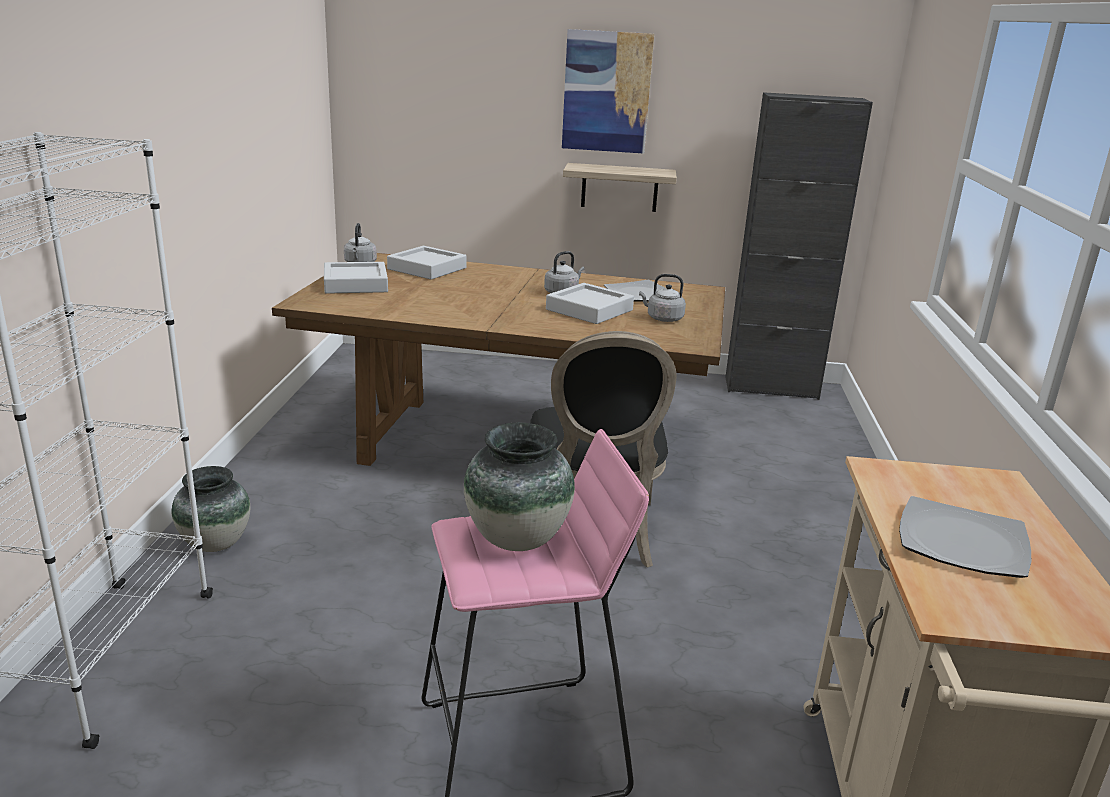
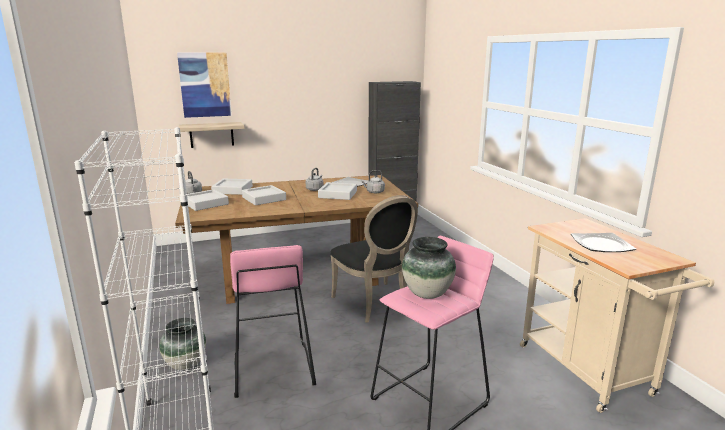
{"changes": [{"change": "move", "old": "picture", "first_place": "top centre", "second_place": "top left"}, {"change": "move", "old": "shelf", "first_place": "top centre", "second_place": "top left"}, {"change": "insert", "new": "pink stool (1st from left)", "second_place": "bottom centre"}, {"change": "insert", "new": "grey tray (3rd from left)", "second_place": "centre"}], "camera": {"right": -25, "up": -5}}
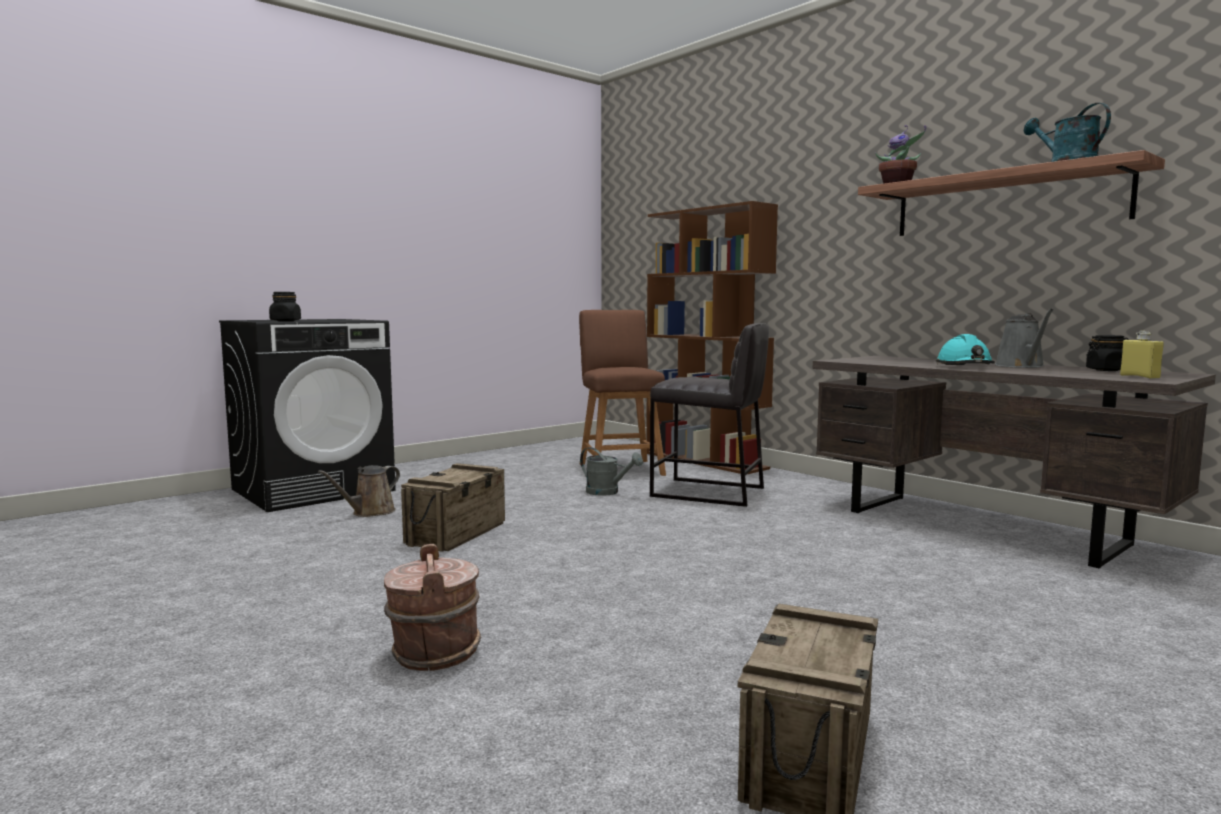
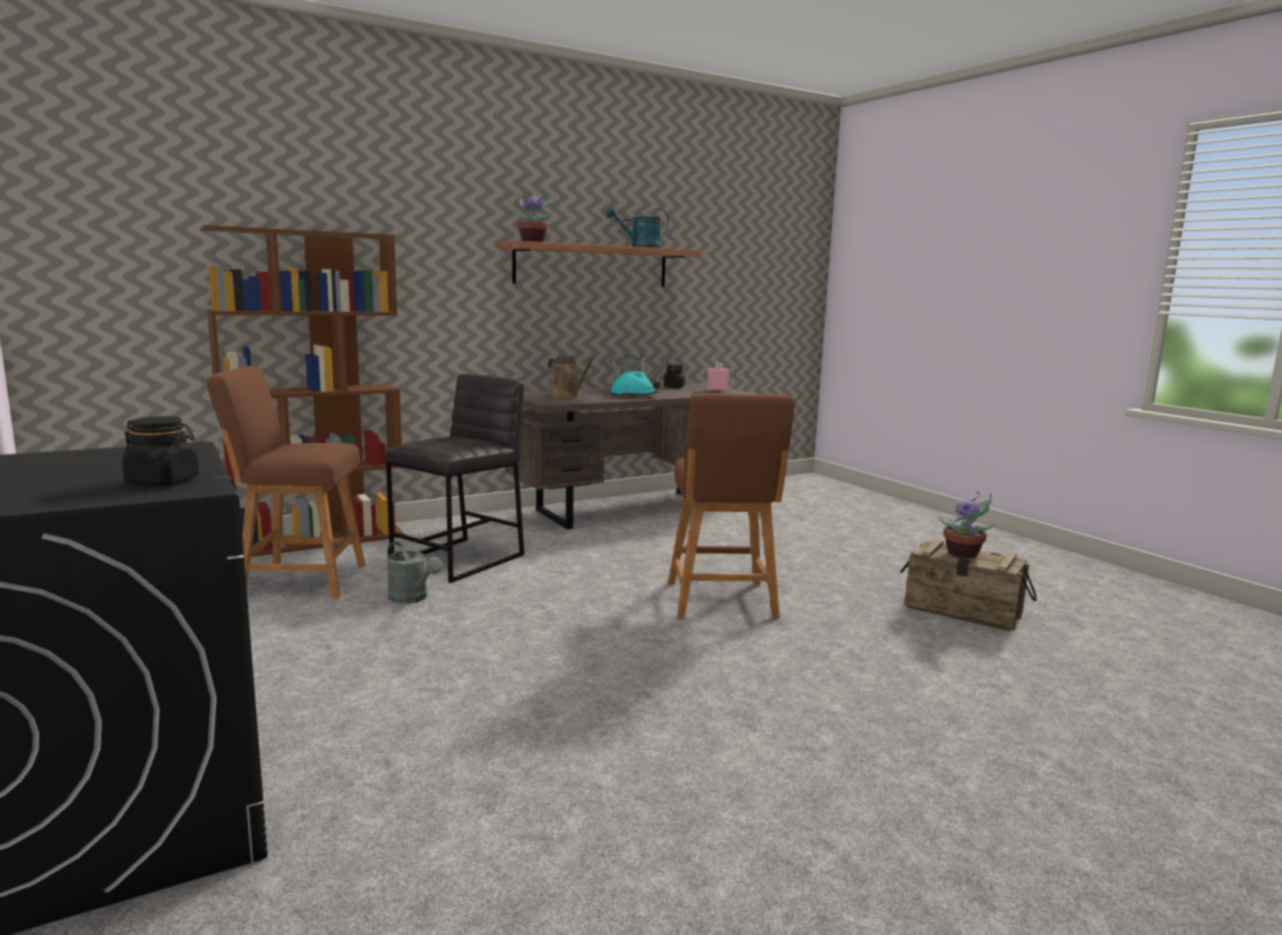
{"changes": [{"change": "move", "old": "brown watering can", "first_place": "middle left", "second_place": "centre"}, {"change": "delete", "old": "brown bucket", "first_place": "bottom centre"}, {"change": "delete", "old": "crate (1st from left)", "first_place": "centre"}, {"change": "rotate", "old": "grey watering can (1st from left)", "first_place": "centre", "second_place": "middle left", "degrees": 90}, {"change": "recolor", "old": "yellow bottle", "new": "pink bottle", "first_place": "middle right", "second_place": "centre"}, {"change": "insert", "new": "brown stool (2nd from left)", "second_place": "centre"}, {"change": "insert", "new": "potted plant (2nd from left)", "second_place": "middle right"}], "camera": {"right": -80, "up": 5}}
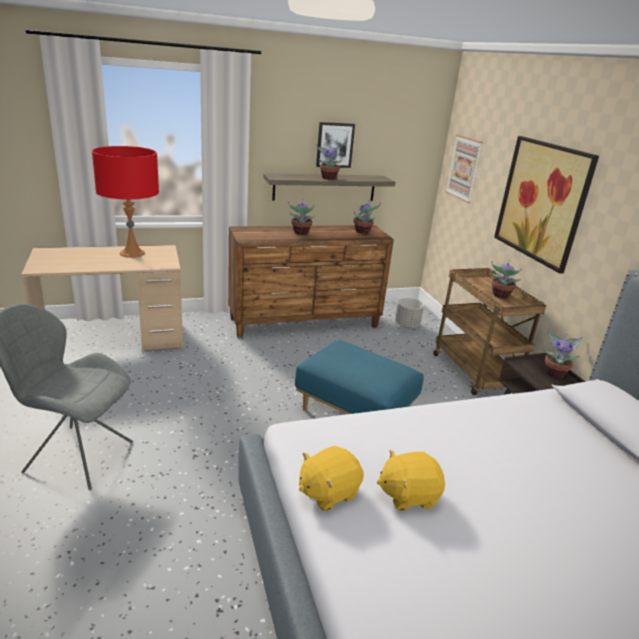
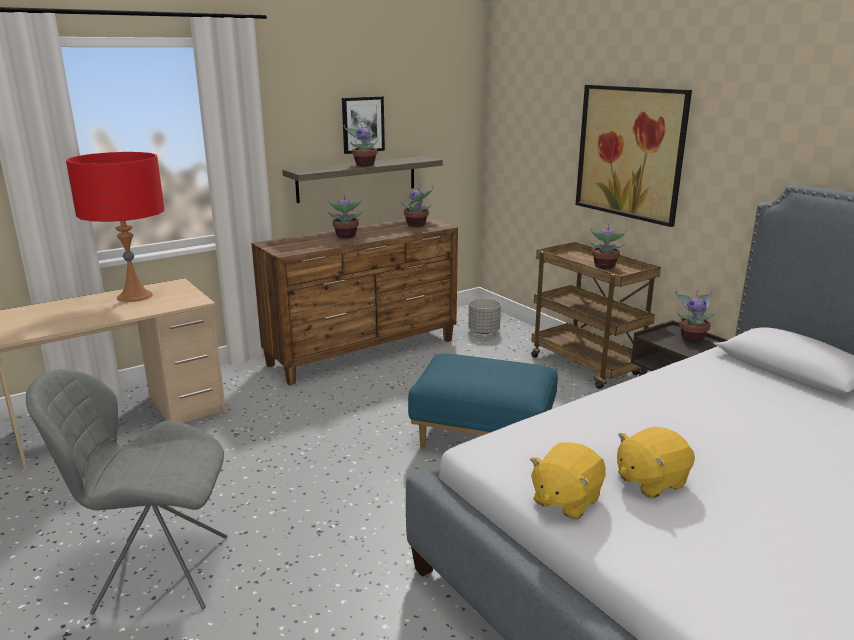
{"changes": [{"change": "delete", "old": "picture (2nd from left)", "first_place": "top right"}], "camera": {"right": -15, "up": -5}}
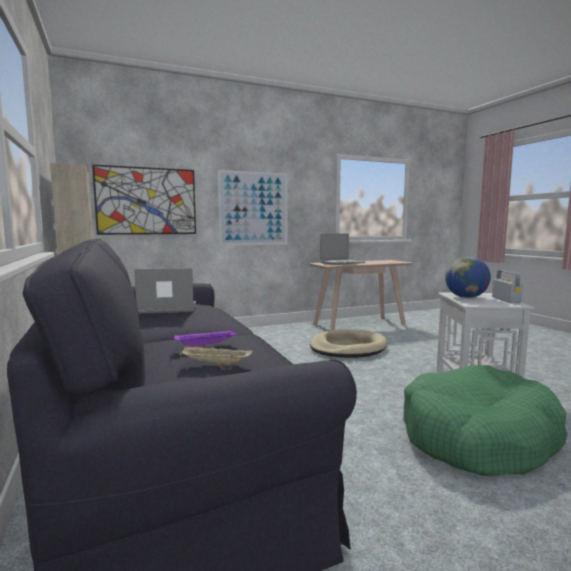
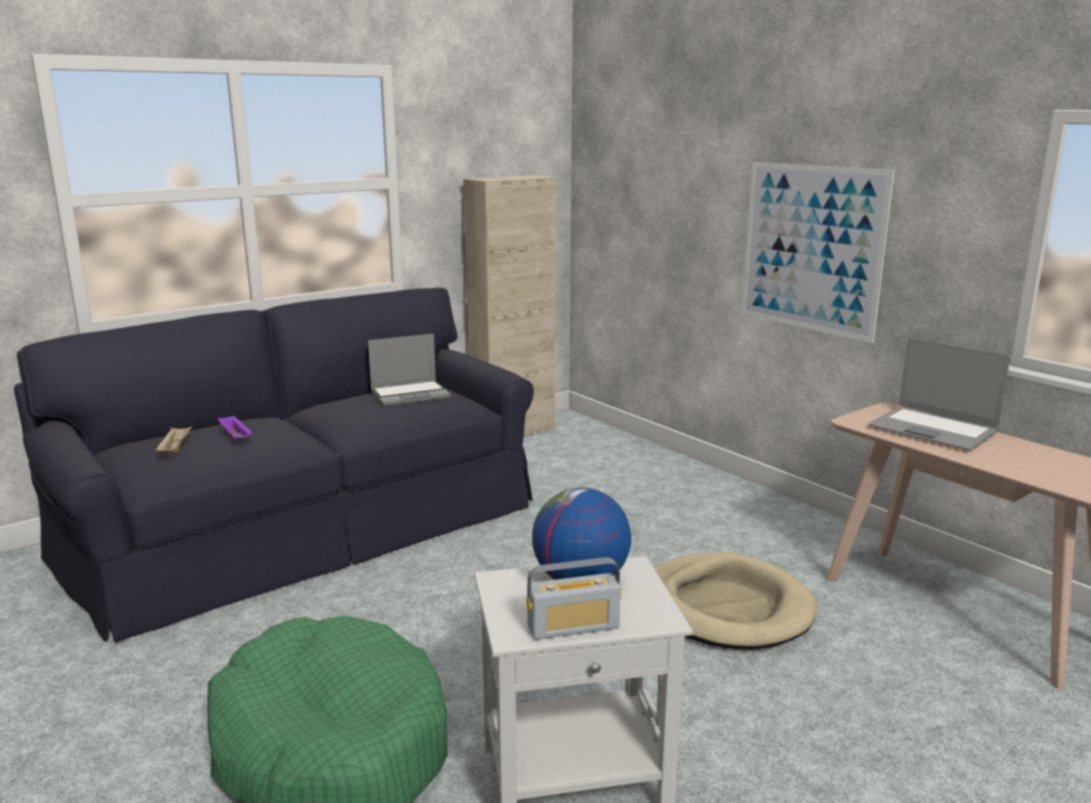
{"changes": [{"change": "delete", "old": "picture (1st from left)", "first_place": "middle left"}, {"change": "rotate", "old": "laptop (1st from left)", "first_place": "middle left", "second_place": "centre", "degrees": 90}], "camera": {"right": 75, "up": 10}}
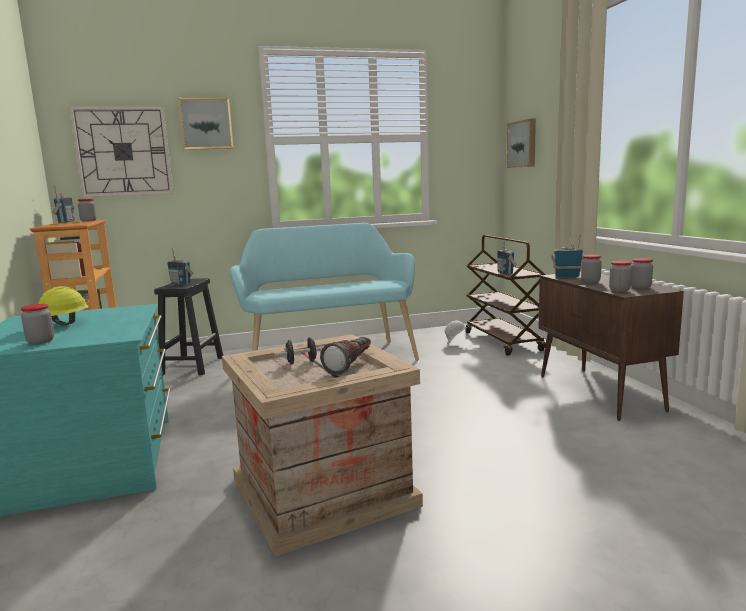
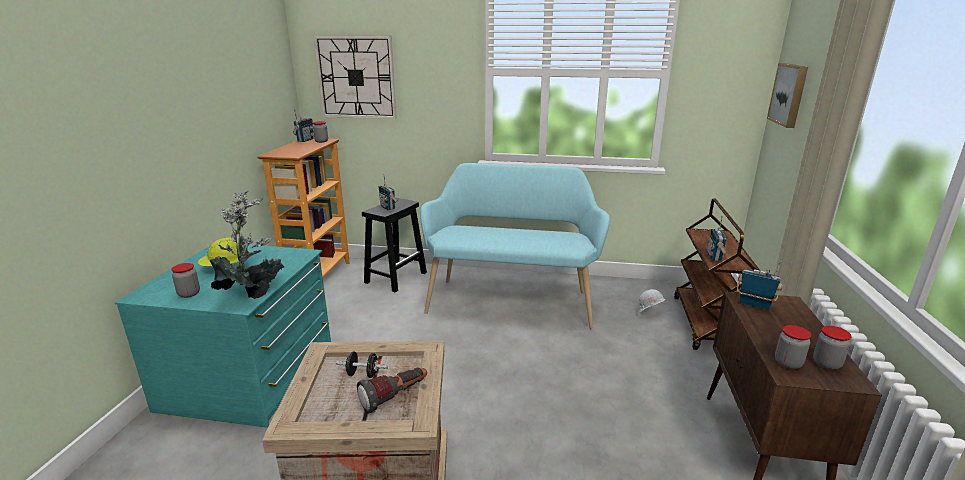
{"changes": [{"change": "delete", "old": "picture (1st from left)", "first_place": "top left"}, {"change": "delete", "old": "jar (3rd from left)", "first_place": "middle right"}, {"change": "insert", "new": "potted plant", "second_place": "middle left"}], "camera": {"right": 25, "up": 10}}
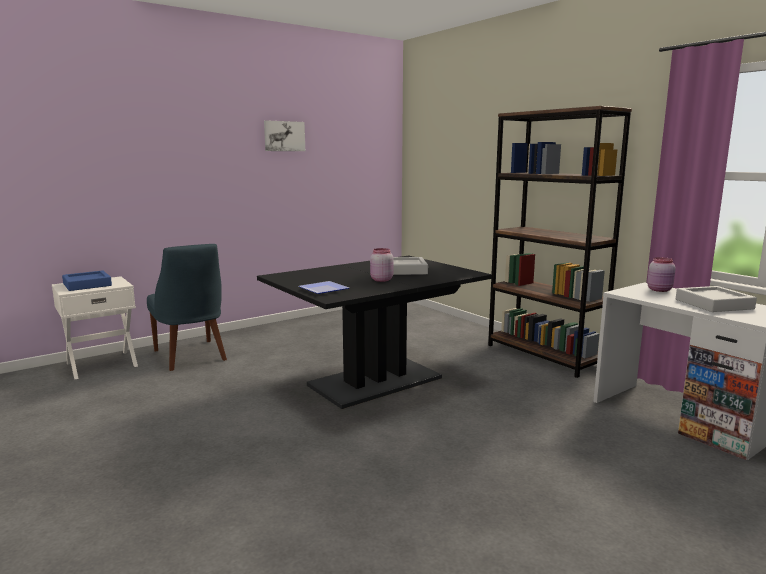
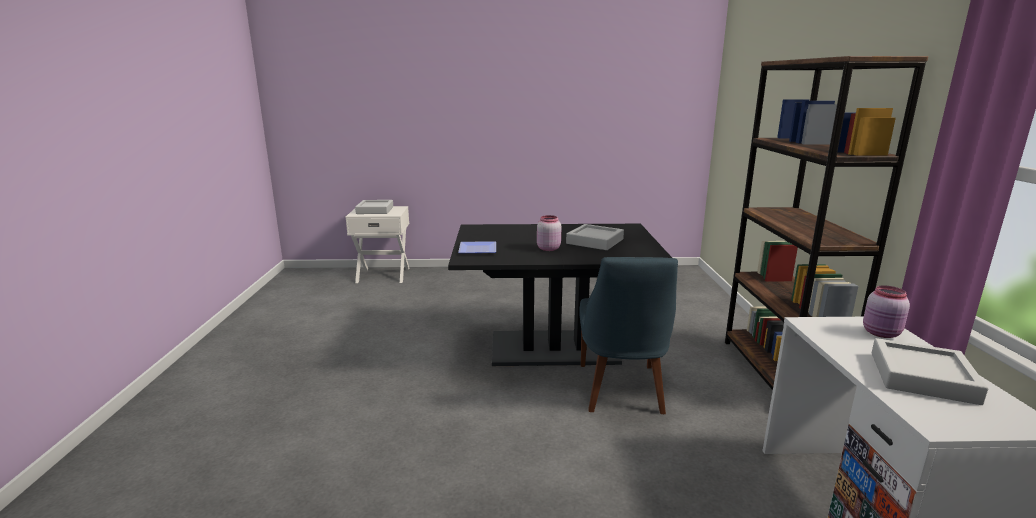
{"changes": [{"change": "recolor", "old": "blue tray", "new": "grey tray (1st from left)", "first_place": "middle left", "second_place": "centre"}, {"change": "move", "old": "blue chair", "first_place": "middle left", "second_place": "centre"}, {"change": "delete", "old": "picture", "first_place": "top centre"}], "camera": {"right": 35, "up": 5}}
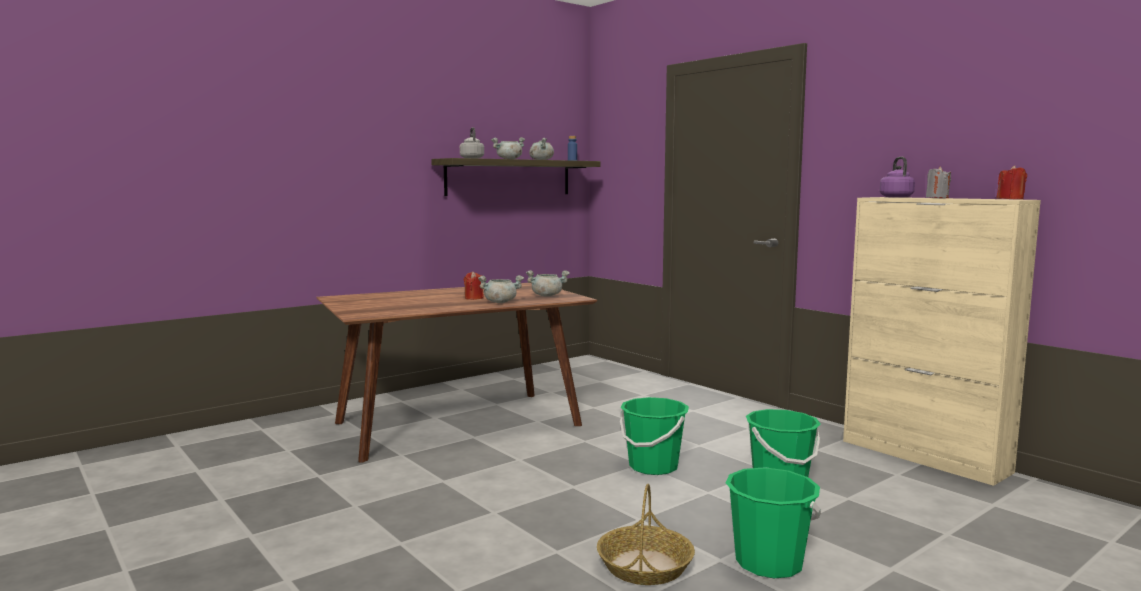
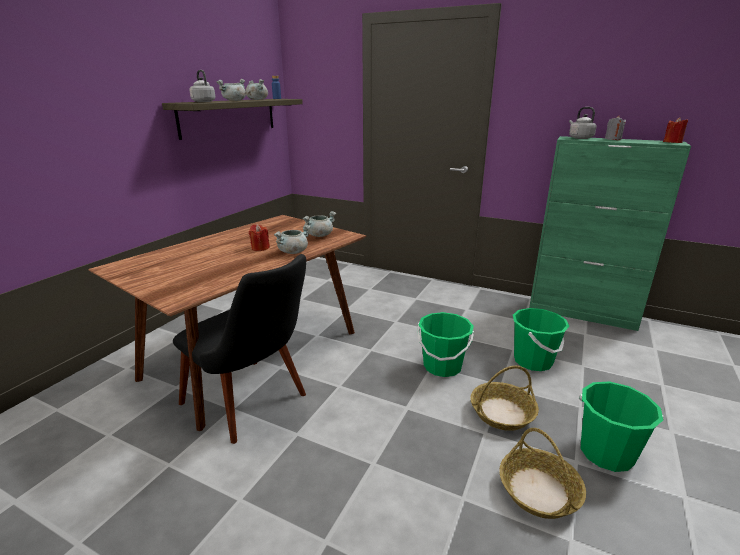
{"changes": [{"change": "recolor", "old": "beige cabinet", "new": "green cabinet", "first_place": "middle right", "second_place": "middle right"}, {"change": "recolor", "old": "purple kettle", "new": "grey kettle (2nd from left)", "first_place": "top right", "second_place": "top right"}, {"change": "insert", "new": "black chair", "second_place": "middle left"}, {"change": "insert", "new": "basket (1st from left)", "second_place": "bottom right"}], "camera": {"right": -25, "up": 15}}
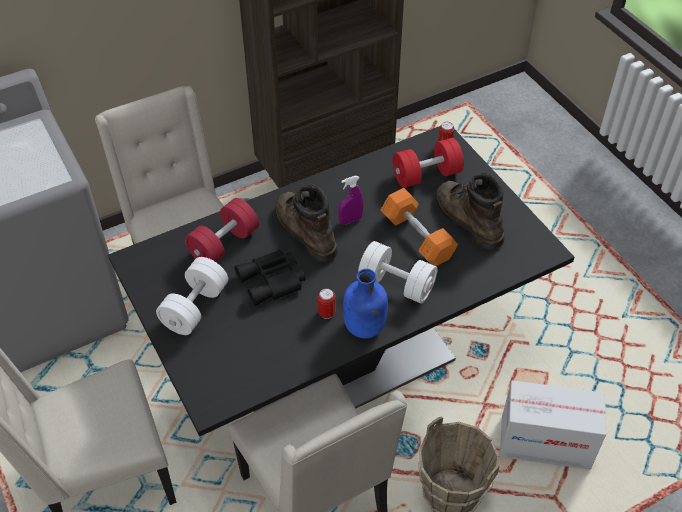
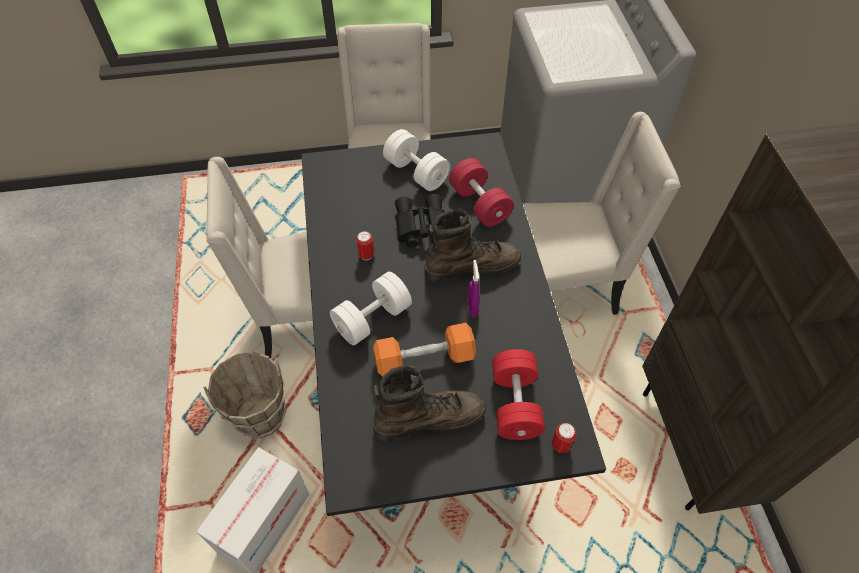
{"changes": [{"change": "delete", "old": "blue bottle", "first_place": "centre"}], "camera": {"right": 110, "up": 5}}
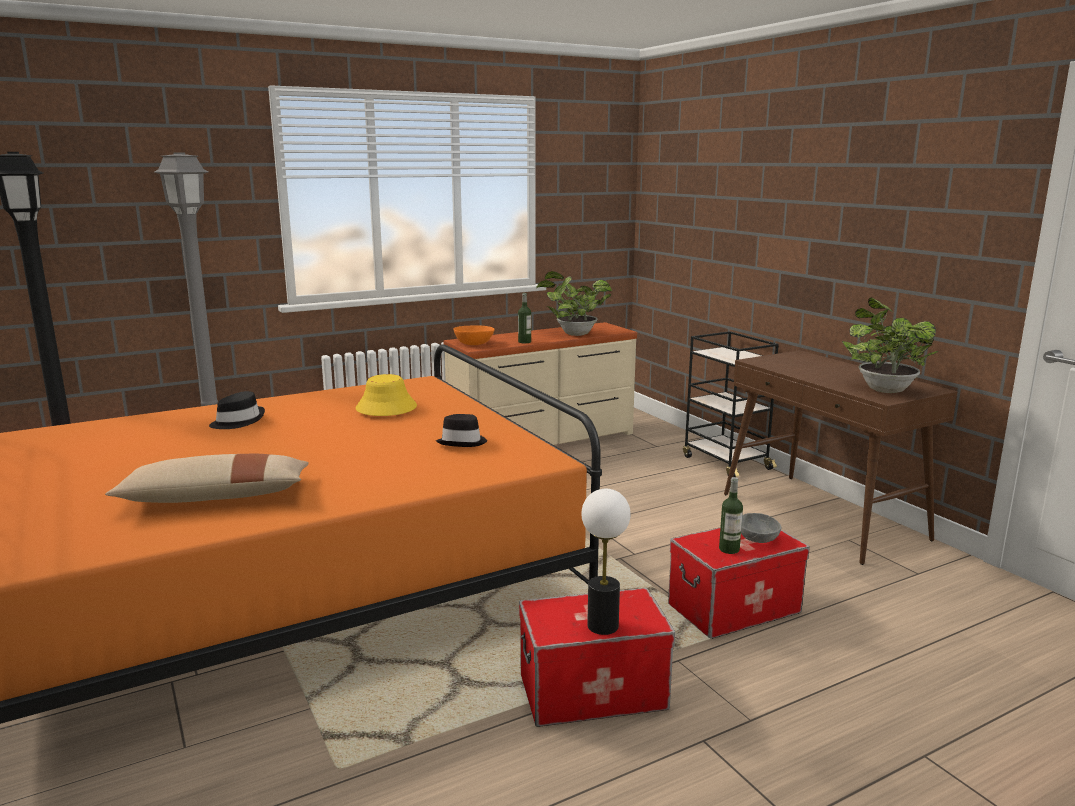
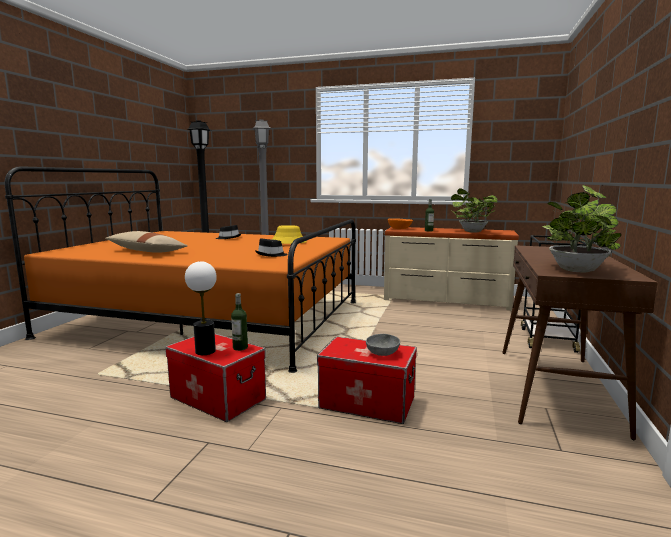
{"changes": [{"change": "move", "old": "bottle (2nd from left in the first image)", "new": "bottle (1st from left)", "first_place": "middle right", "second_place": "centre"}], "camera": {"right": 45, "up": -5}}
